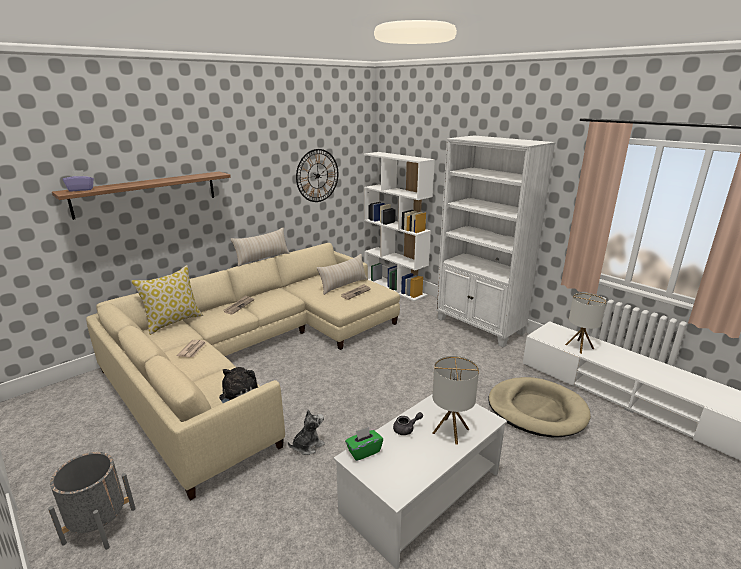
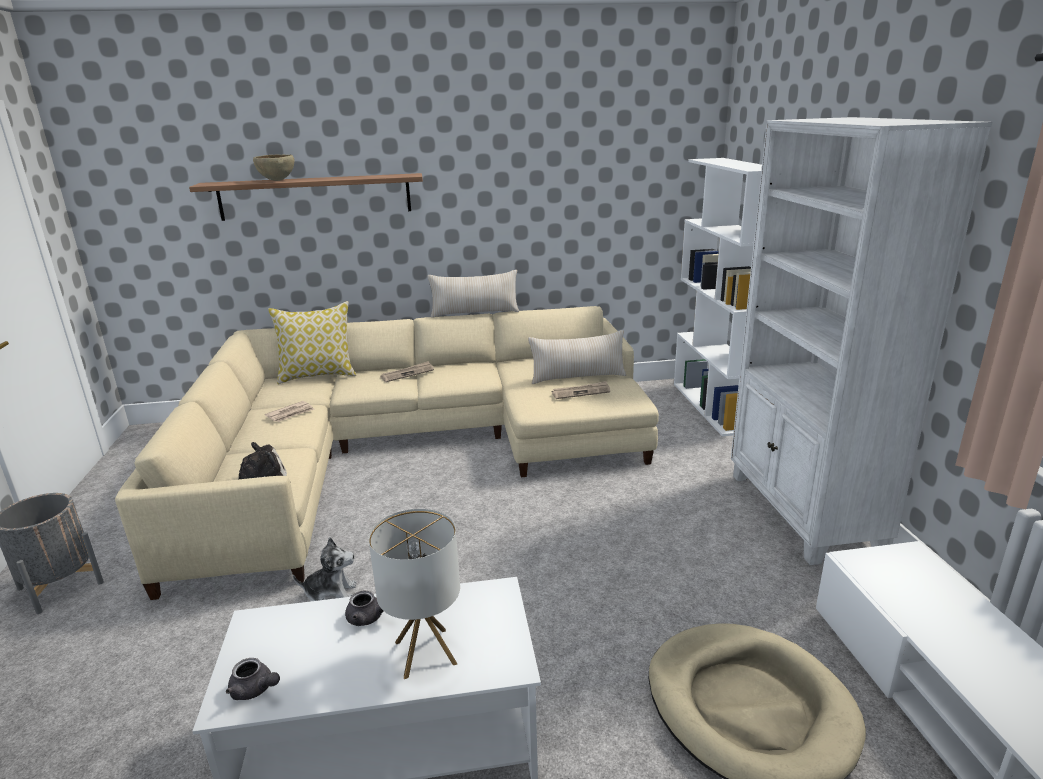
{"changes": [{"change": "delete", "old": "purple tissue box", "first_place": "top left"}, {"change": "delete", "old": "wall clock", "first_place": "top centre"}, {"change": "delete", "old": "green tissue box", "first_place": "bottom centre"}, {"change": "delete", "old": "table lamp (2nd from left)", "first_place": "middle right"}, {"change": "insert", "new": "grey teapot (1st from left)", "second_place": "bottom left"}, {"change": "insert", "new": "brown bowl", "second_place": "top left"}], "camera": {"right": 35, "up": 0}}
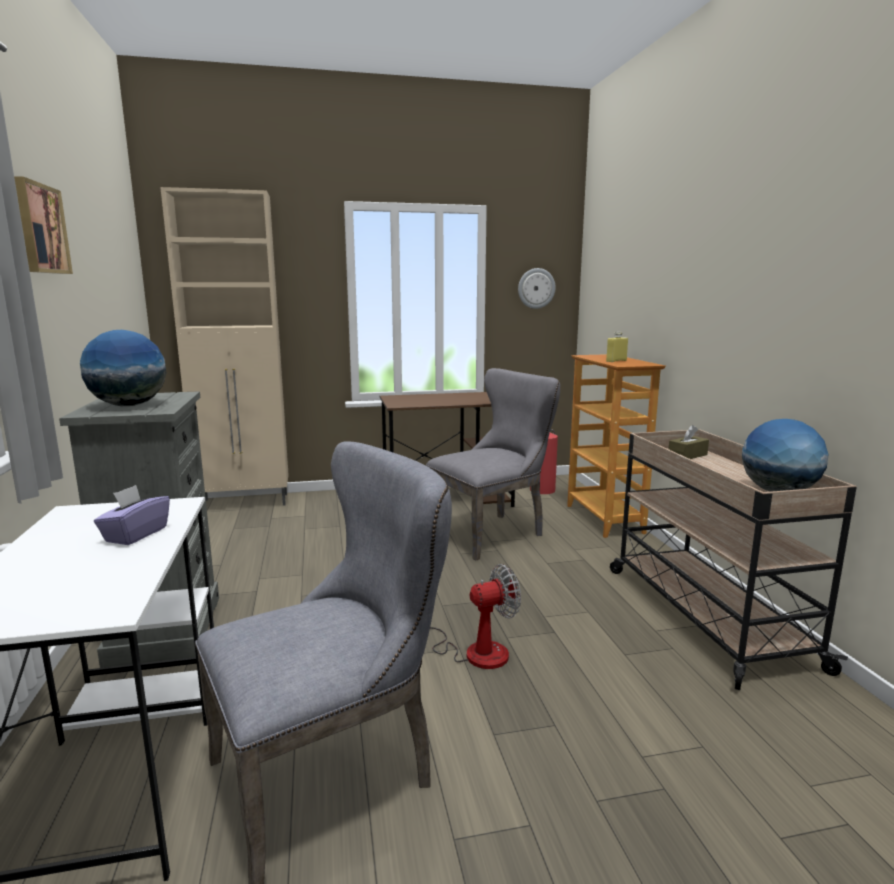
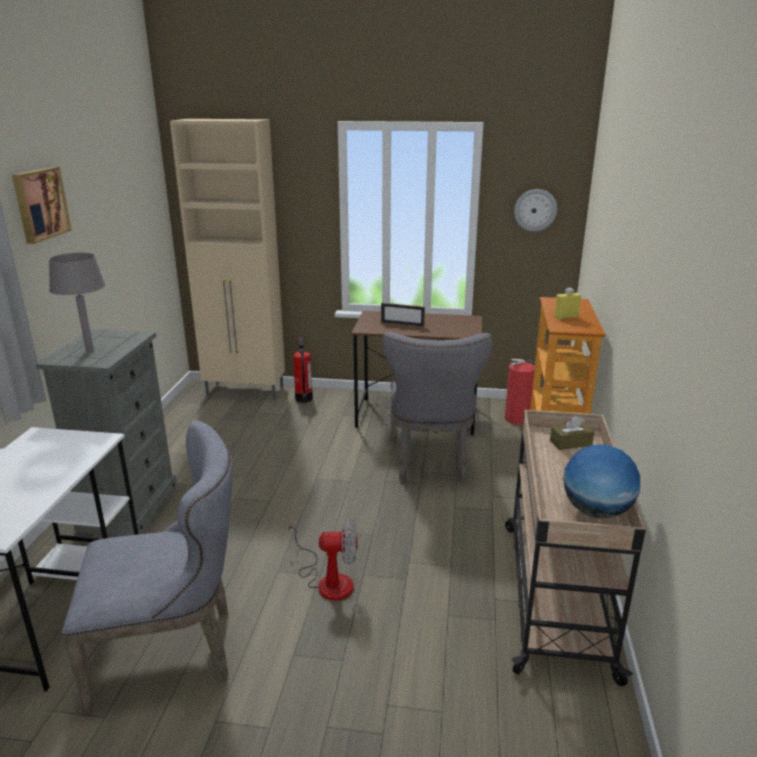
{"changes": [{"change": "replace", "old": "globe (1st from left)", "new": "grey table lamp", "first_place": "middle left", "second_place": "middle left"}, {"change": "delete", "old": "purple tissue box", "first_place": "middle left"}, {"change": "rotate", "old": "grey chair (2nd from left)", "first_place": "centre", "second_place": "centre", "degrees": 105}, {"change": "insert", "new": "fire extinguisher (1st from left)", "second_place": "centre"}, {"change": "insert", "new": "picture frame", "second_place": "centre"}], "camera": {"right": 20, "up": 10}}
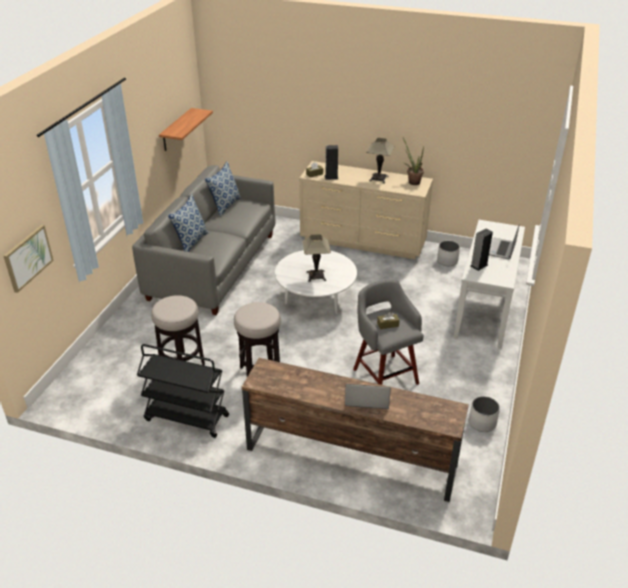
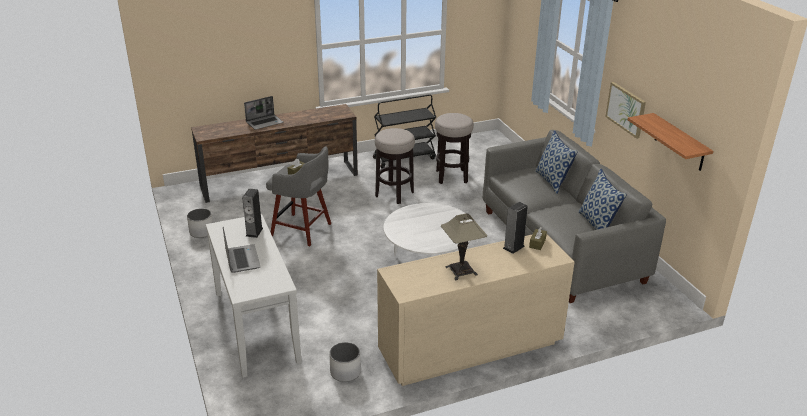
{"changes": [{"change": "move", "old": "picture", "first_place": "middle left", "second_place": "top right"}, {"change": "delete", "old": "table lamp (1st from left)", "first_place": "centre"}, {"change": "delete", "old": "potted plant", "first_place": "top centre"}], "camera": {"right": 140, "up": -5}}
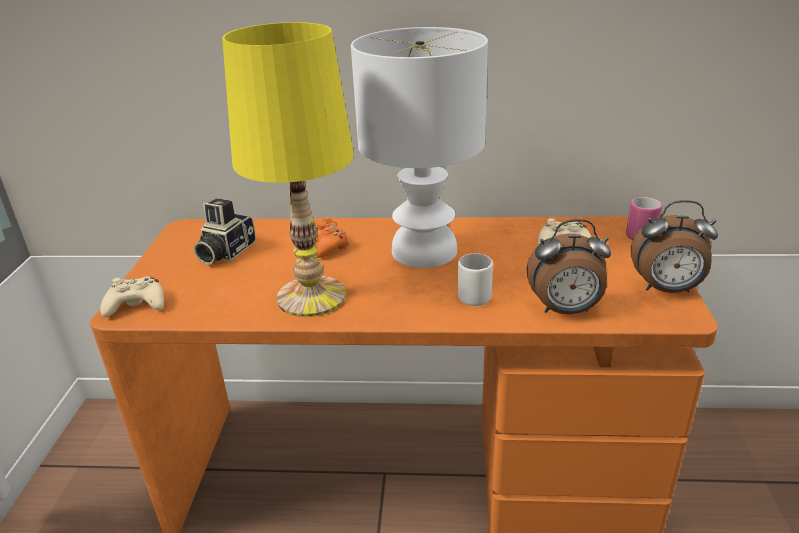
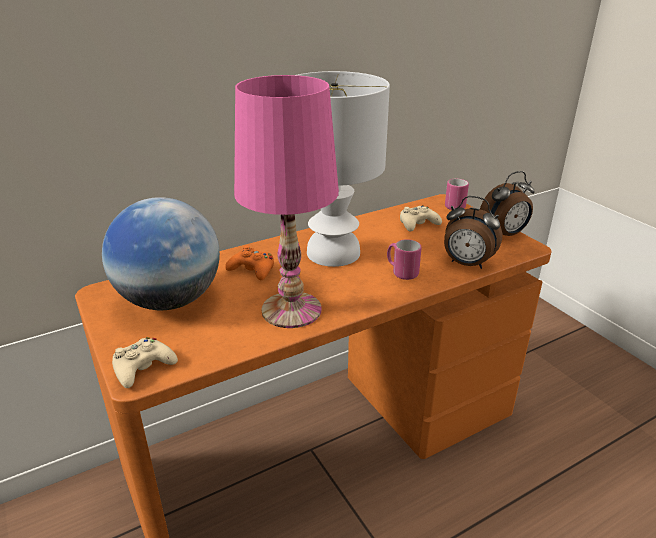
{"changes": [{"change": "replace", "old": "photo camera", "new": "globe", "first_place": "middle left", "second_place": "middle left"}, {"change": "recolor", "old": "yellow table lamp", "new": "pink table lamp", "first_place": "top centre", "second_place": "centre"}, {"change": "recolor", "old": "white mug", "new": "pink mug (1st from left)", "first_place": "centre", "second_place": "centre"}, {"change": "rotate", "old": "alarm clock (1st from left)", "first_place": "middle right", "second_place": "middle right", "degrees": 60}], "camera": {"right": -35, "up": 0}}
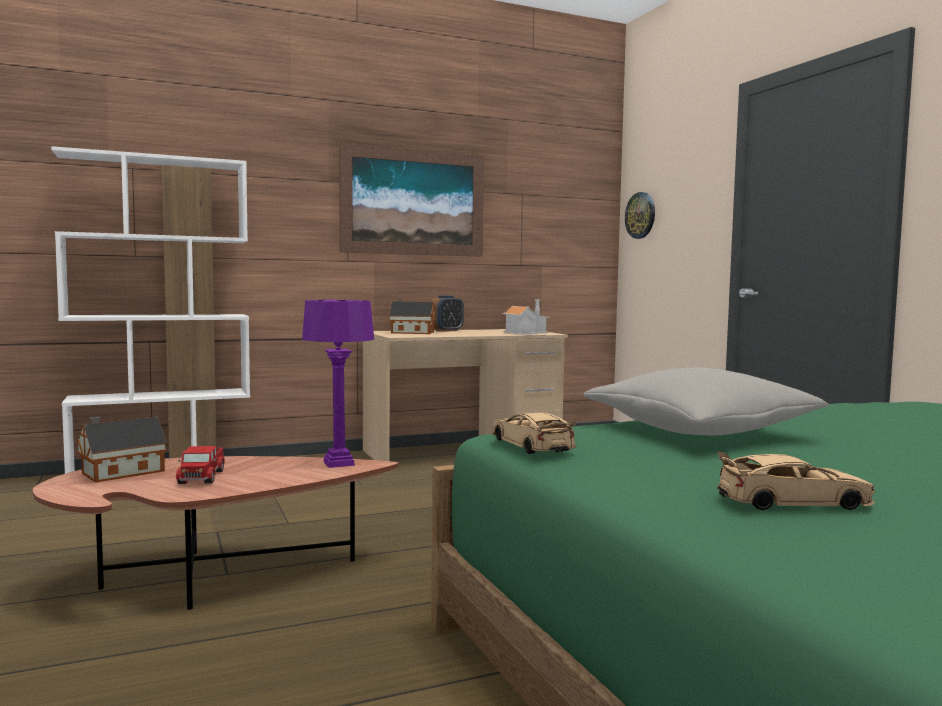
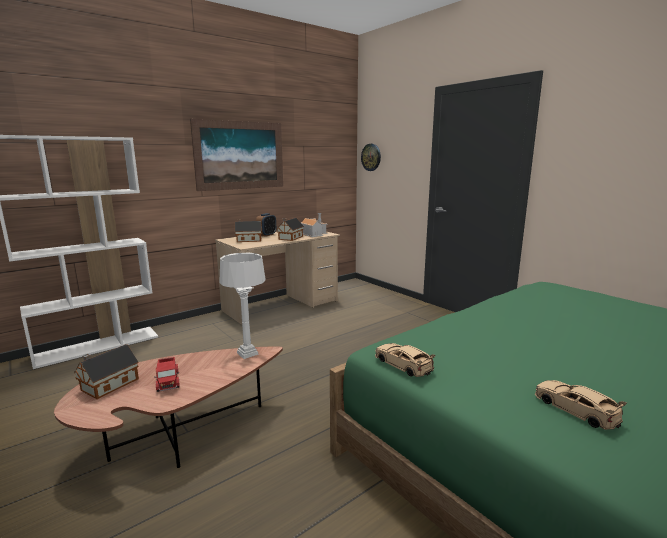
{"changes": [{"change": "recolor", "old": "purple table lamp", "new": "white table lamp", "first_place": "centre", "second_place": "centre"}, {"change": "delete", "old": "grey pillow", "first_place": "middle right"}, {"change": "rotate", "old": "beige toy car (2nd from left)", "first_place": "bottom right", "second_place": "bottom right", "degrees": -105}, {"change": "insert", "new": "toy house (3rd from left)", "second_place": "centre"}], "camera": {"right": -15, "up": 10}}
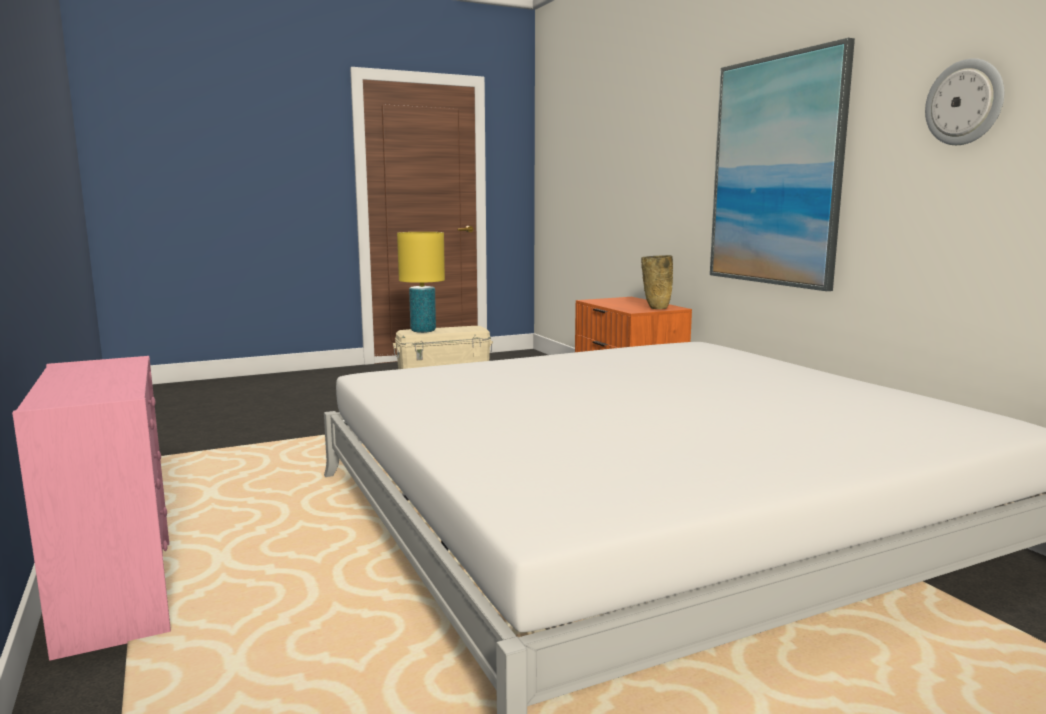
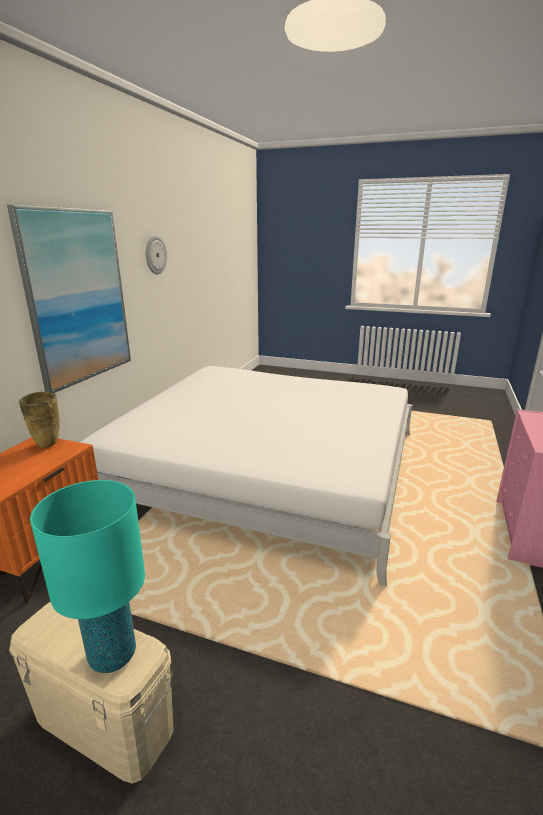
{"changes": [{"change": "recolor", "old": "yellow table lamp", "new": "turquoise table lamp", "first_place": "centre", "second_place": "bottom left"}], "camera": {"right": -135, "up": 10}}
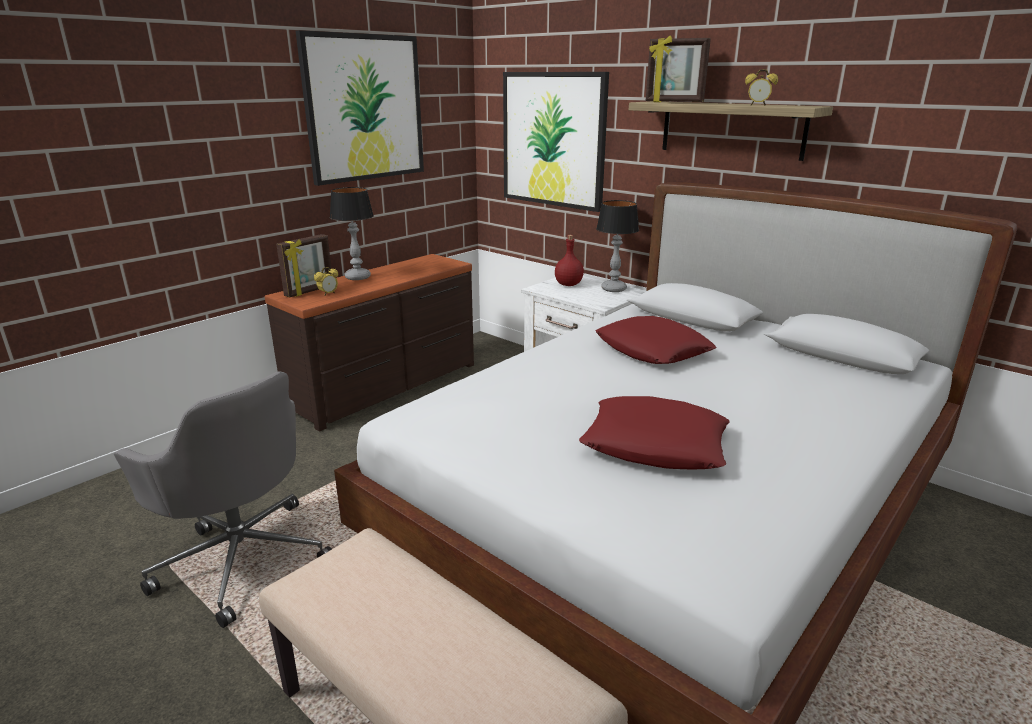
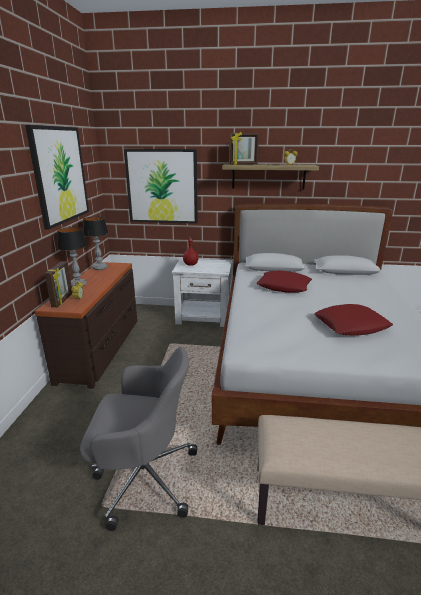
{"changes": [{"change": "move", "old": "table lamp (2nd from left)", "first_place": "centre", "second_place": "middle left"}], "camera": {"right": -35, "up": 0}}
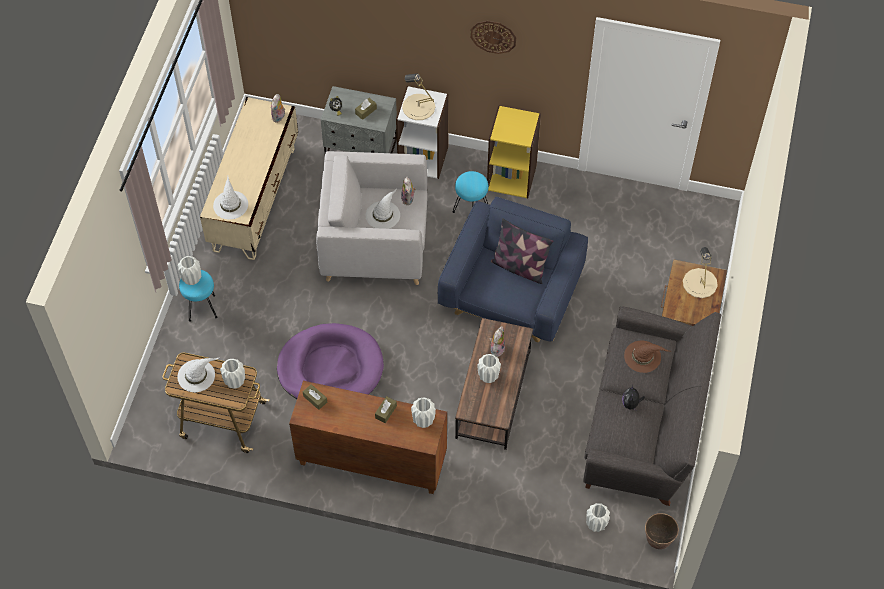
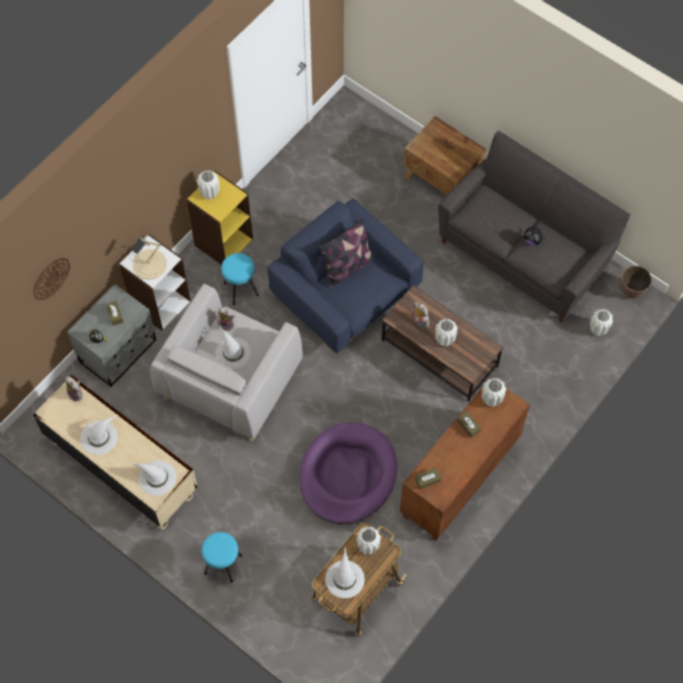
{"changes": [{"change": "move", "old": "white vase (1st from left)", "first_place": "middle left", "second_place": "top left"}, {"change": "move", "old": "wall clock", "first_place": "top centre", "second_place": "middle left"}, {"change": "delete", "old": "brown hat", "first_place": "middle right"}, {"change": "delete", "old": "beige table lamp (2nd from left)", "first_place": "middle right"}, {"change": "insert", "new": "white hat (1st from left)", "second_place": "middle left"}], "camera": {"right": -65, "up": 5}}
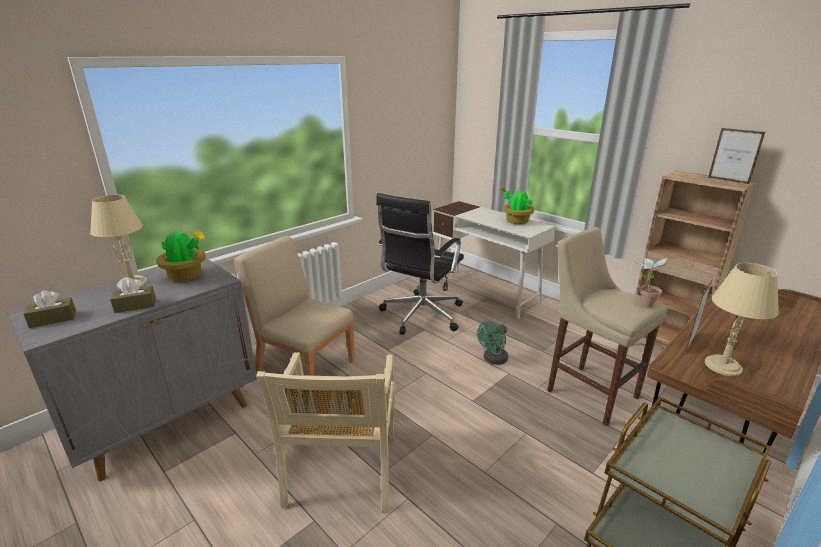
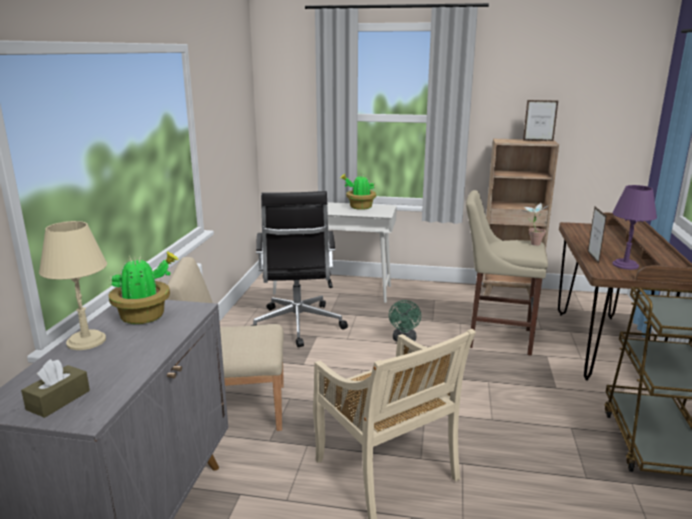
{"changes": [{"change": "delete", "old": "brown tissue box (2nd from left)", "first_place": "middle left"}, {"change": "recolor", "old": "beige table lamp (2nd from left)", "new": "purple table lamp", "first_place": "middle right", "second_place": "middle right"}], "camera": {"right": -35, "up": -5}}
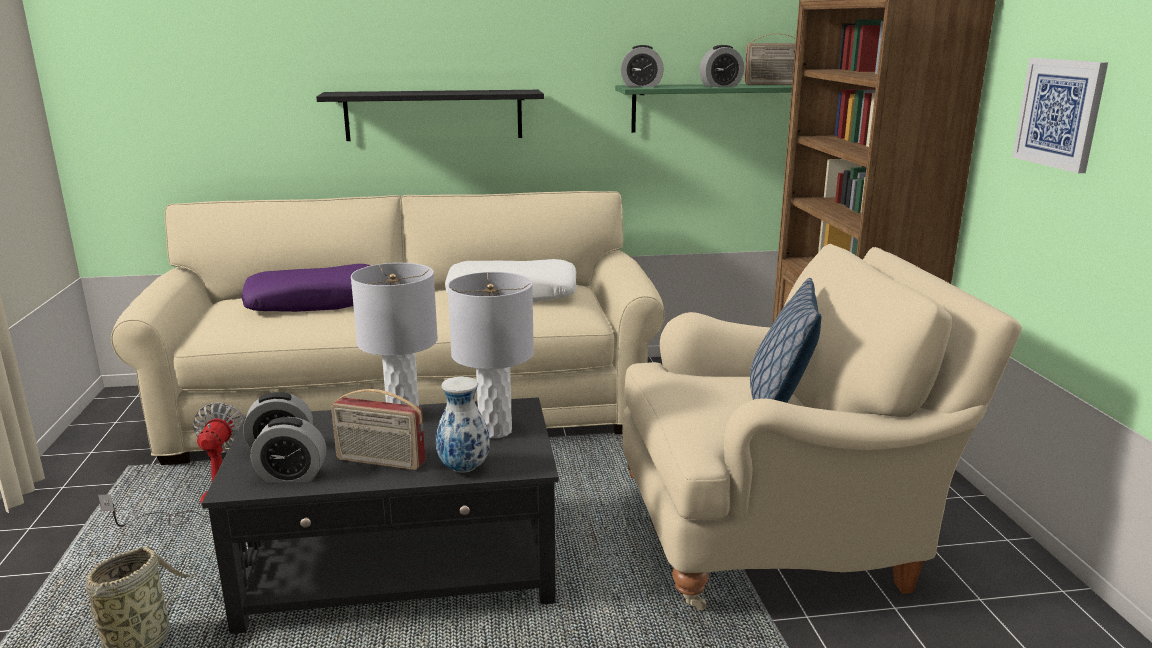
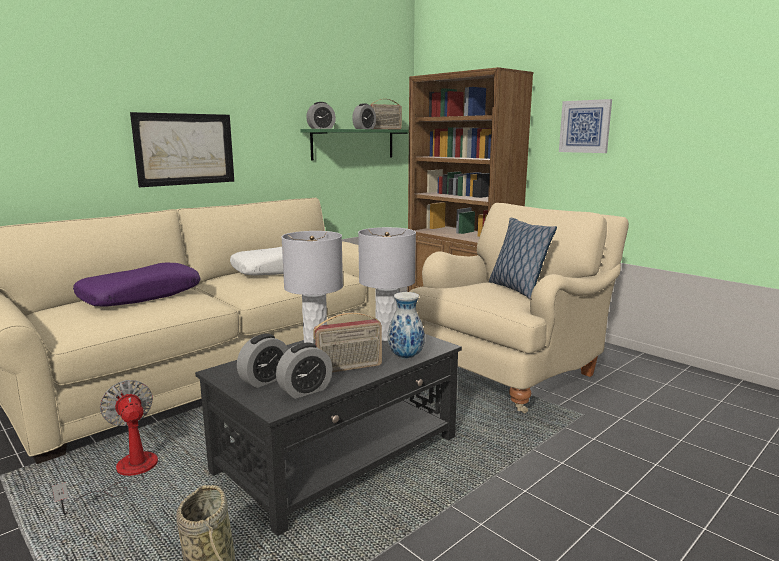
{"changes": [{"change": "replace", "old": "black shelf", "new": "picture (1st from left)", "first_place": "top centre", "second_place": "top left"}], "camera": {"right": -35, "up": -5}}
